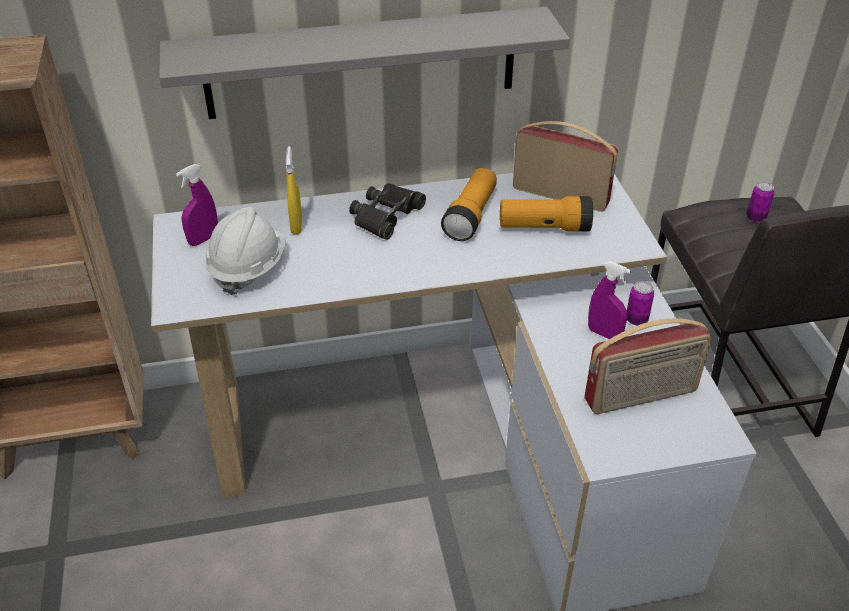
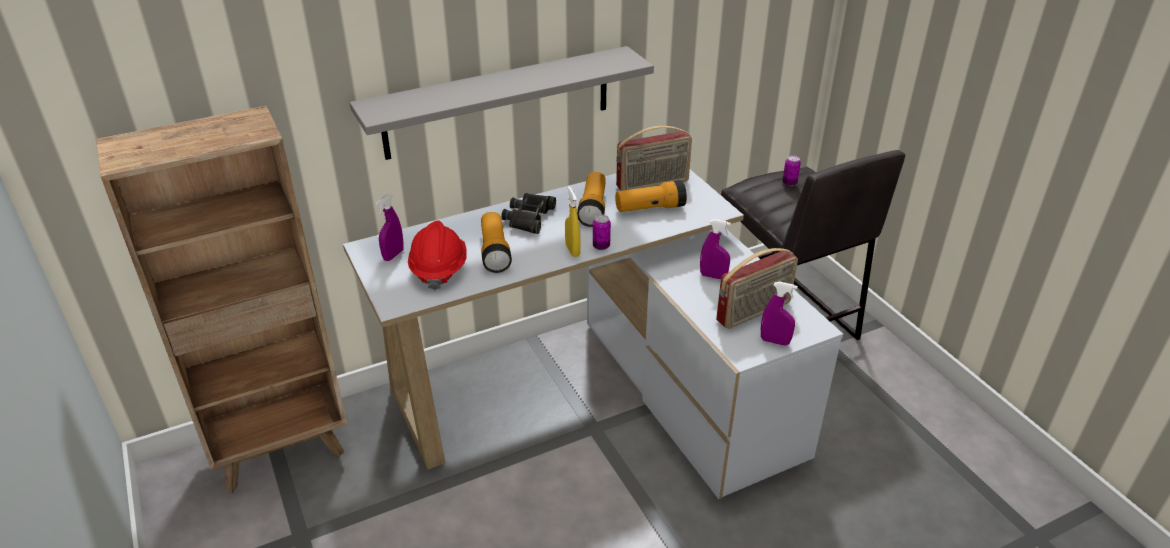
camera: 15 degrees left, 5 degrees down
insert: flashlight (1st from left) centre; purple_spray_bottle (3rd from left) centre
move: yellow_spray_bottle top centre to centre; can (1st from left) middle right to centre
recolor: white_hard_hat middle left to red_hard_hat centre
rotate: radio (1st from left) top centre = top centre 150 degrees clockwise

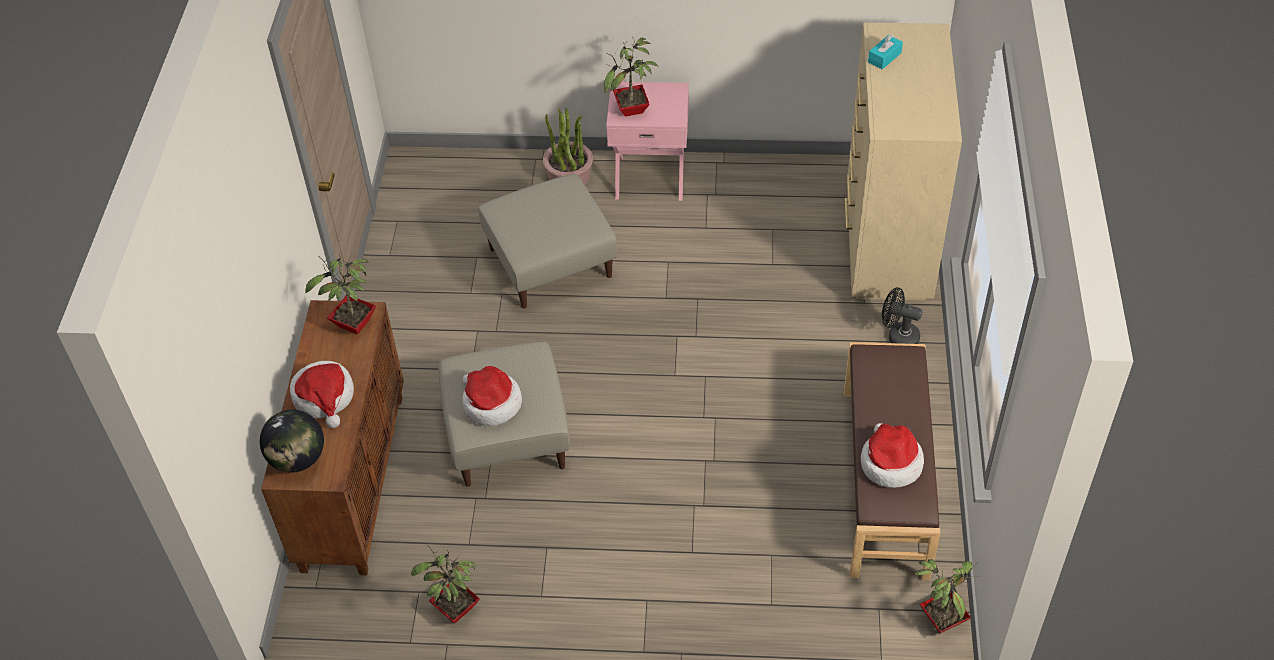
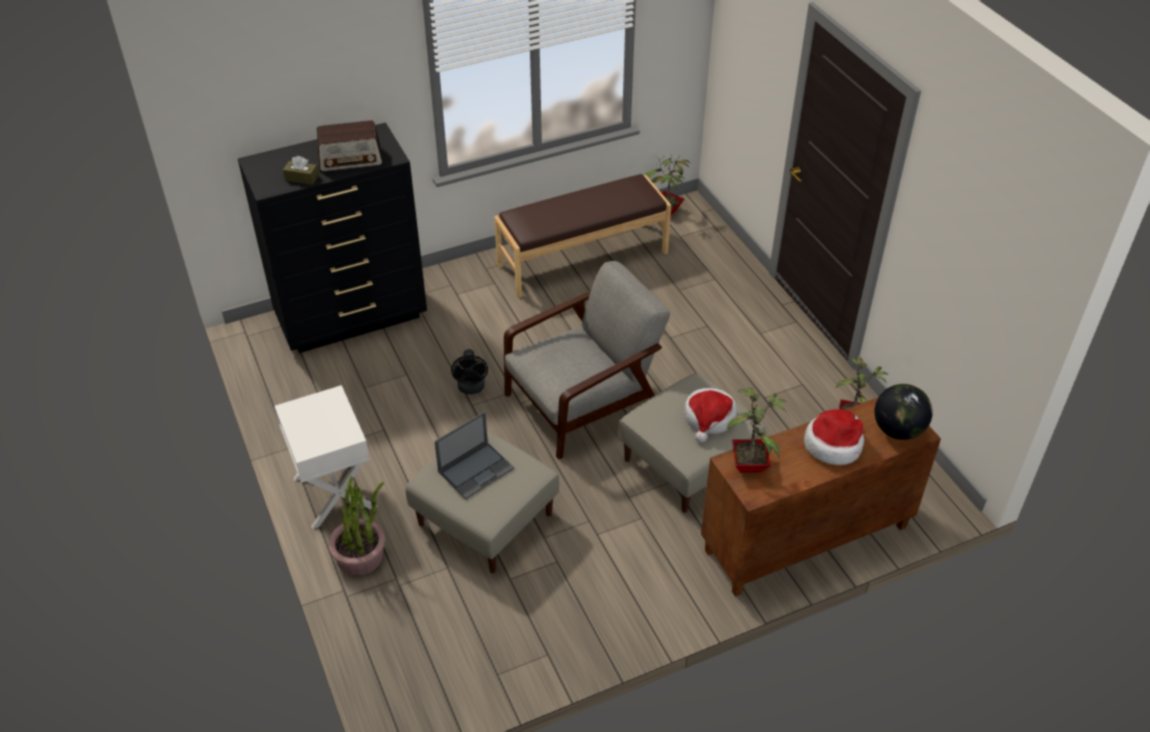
camera: 120 degrees left, 5 degrees down
delete: potted_plant (4th from left) top centre; hat (3rd from left) bottom right
insert: radio top left; laptop centre; grey_armchair centre
move: black_fan middle right to centre
recolor: beige_dresser top right to black_dresser top left; pink_nightstand top centre to white_nightstand middle left; turquoise_tissue_box top right to brown_tissue_box top left

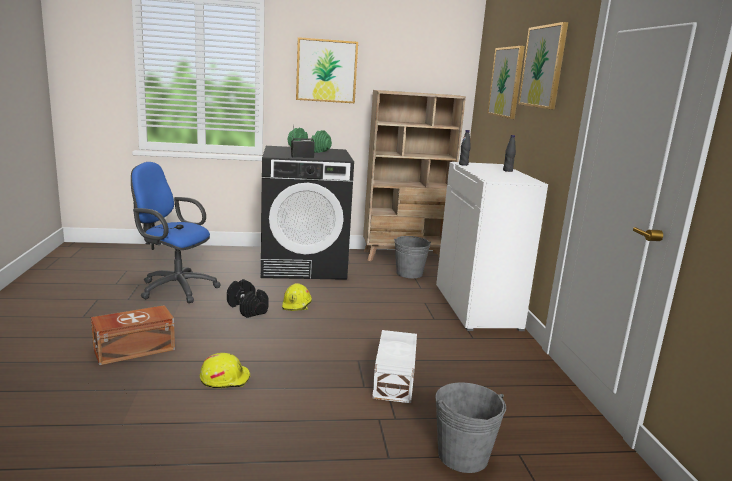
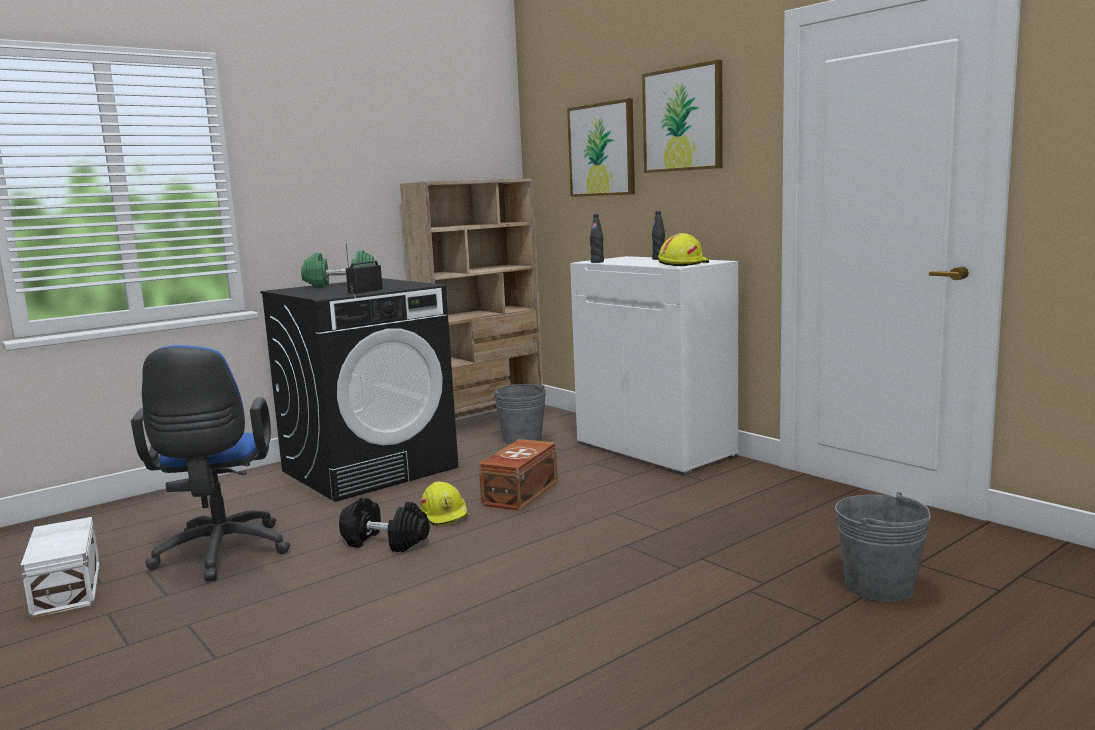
camera: 30 degrees left, 5 degrees down
delete: picture (1st from left) top centre
move: white_storage_box bottom centre to bottom left; brown_storage_box bottom left to centre; yellow_hard_hat (1st from left in the first image) bottom left to yellow_hard_hat (2nd from left) centre
rotate: blue_office_chair middle left = middle left 90 degrees counterclockwise

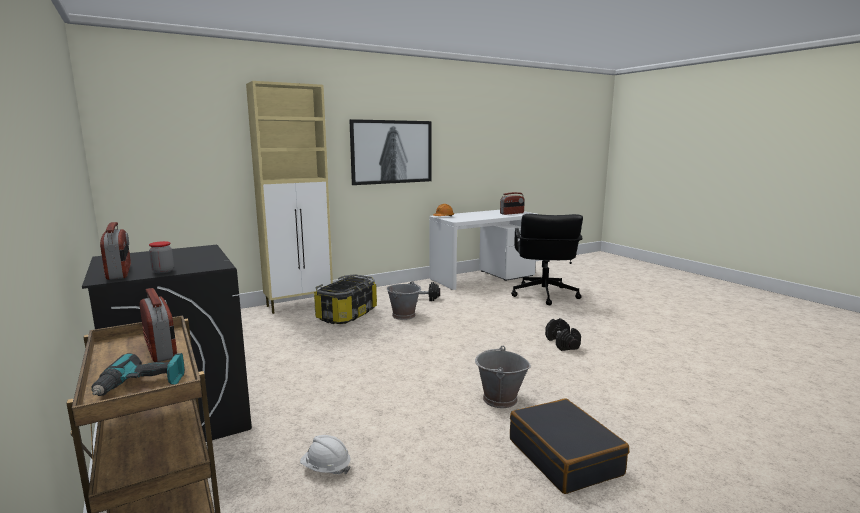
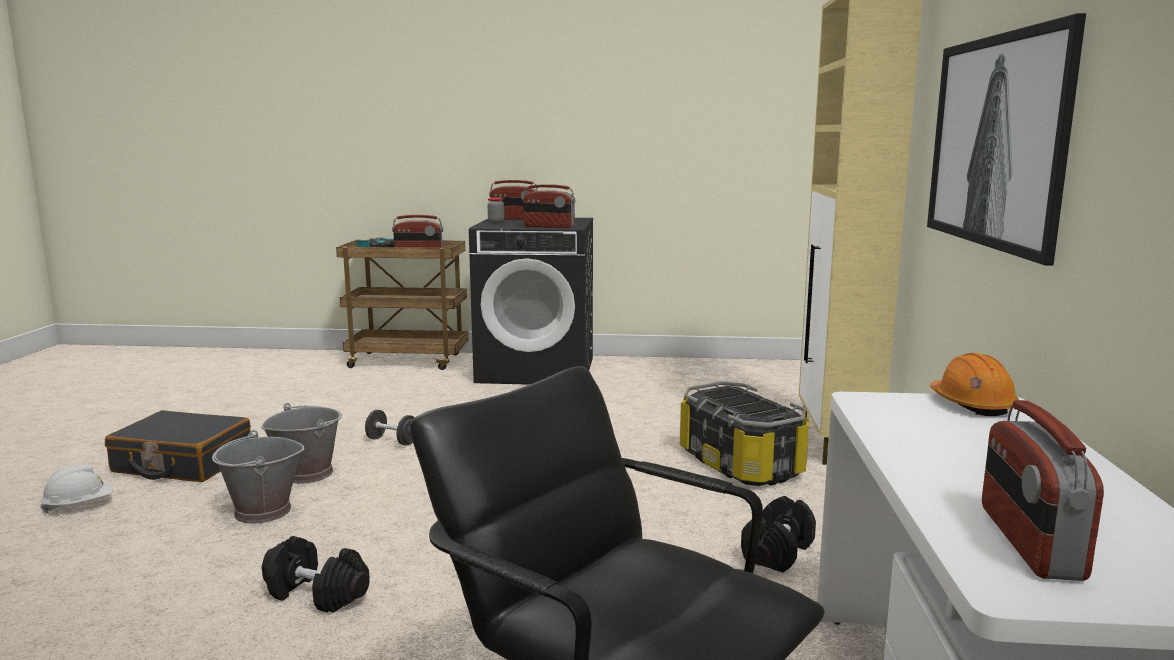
camera: 125 degrees right, 0 degrees up
insert: black_dumbbell (2nd from left) middle left; radio (3rd from left) top centre
move: white_hard_hat bottom centre to bottom left; grey_bucket (1st from left) centre to bottom left

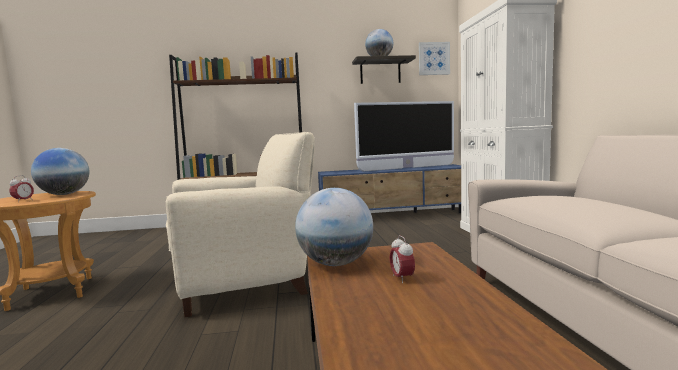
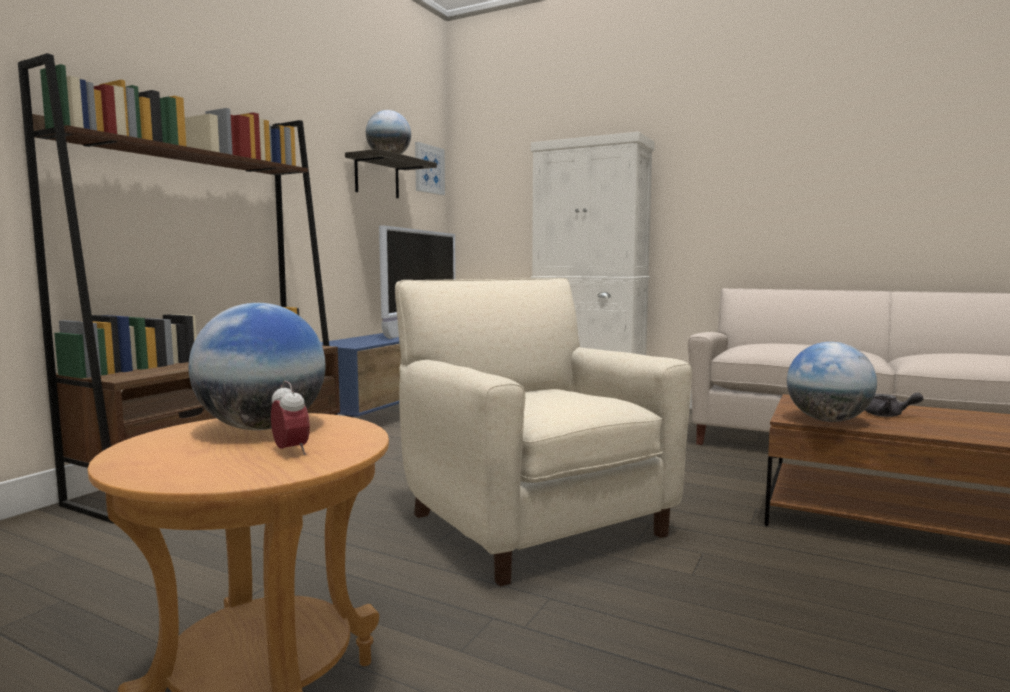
camera: 55 degrees left, 0 degrees up
replace: alarm_clock (2nd from left) bottom centre to grey_teapot middle right
rotate: beige_armchair centre = centre 45 degrees counterclockwise

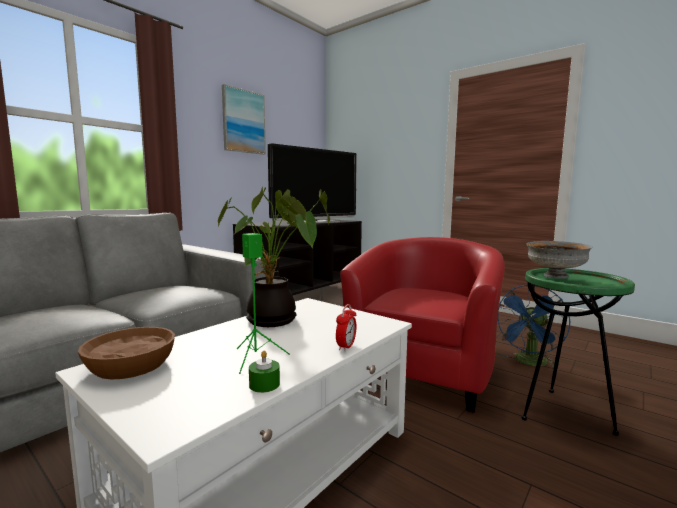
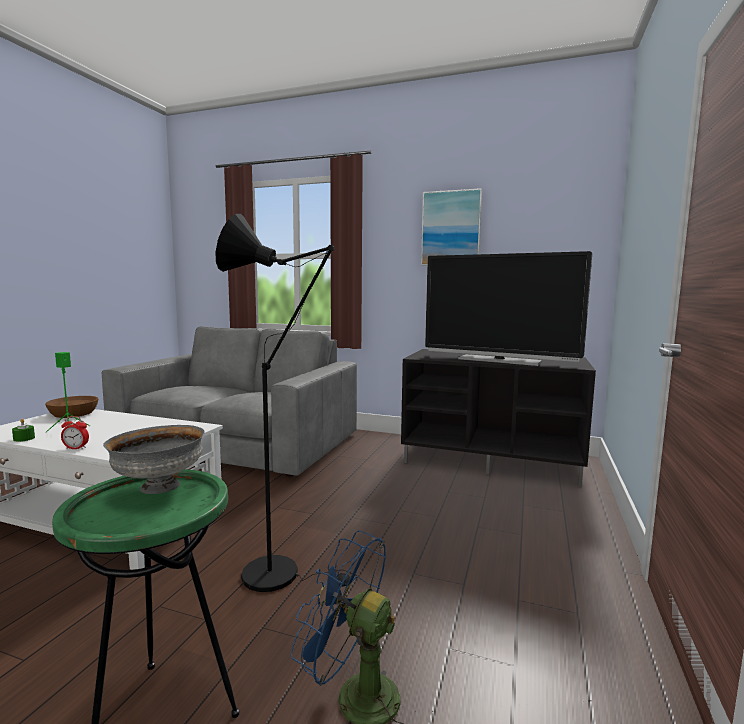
camera: 70 degrees right, 0 degrees up
delete: potted_plant centre
replace: red_armchair centre to black_floor_lamp centre

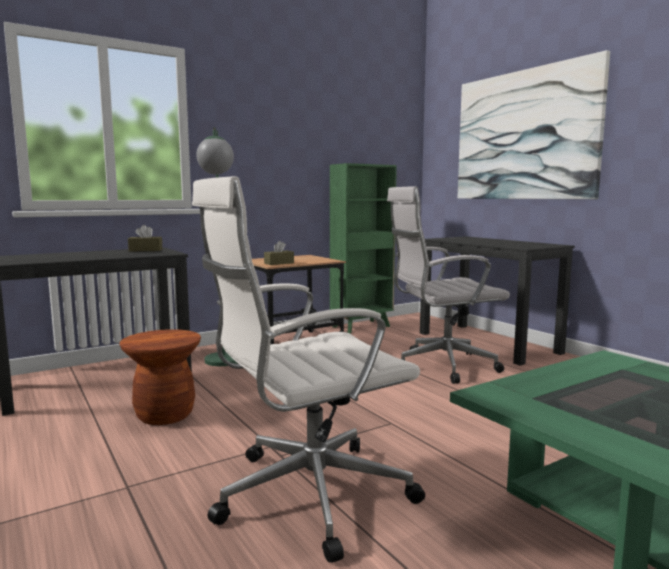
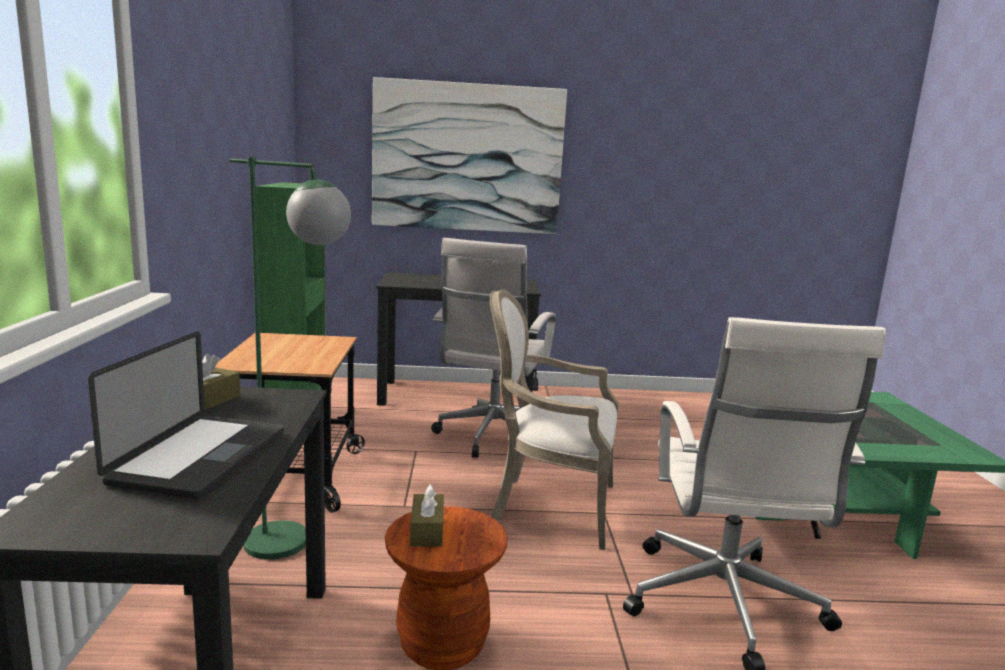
camera: 60 degrees left, 5 degrees up
insert: laptop middle left; armchair centre
move: brown_tissue_box (2nd from left) centre to bottom centre

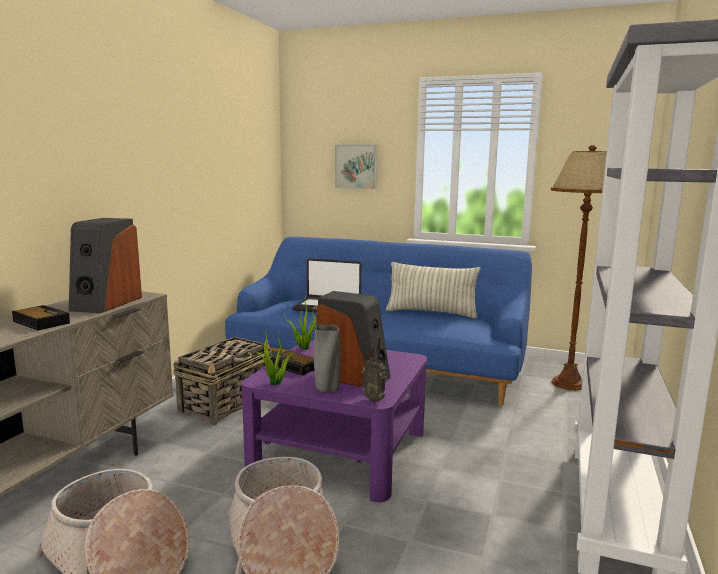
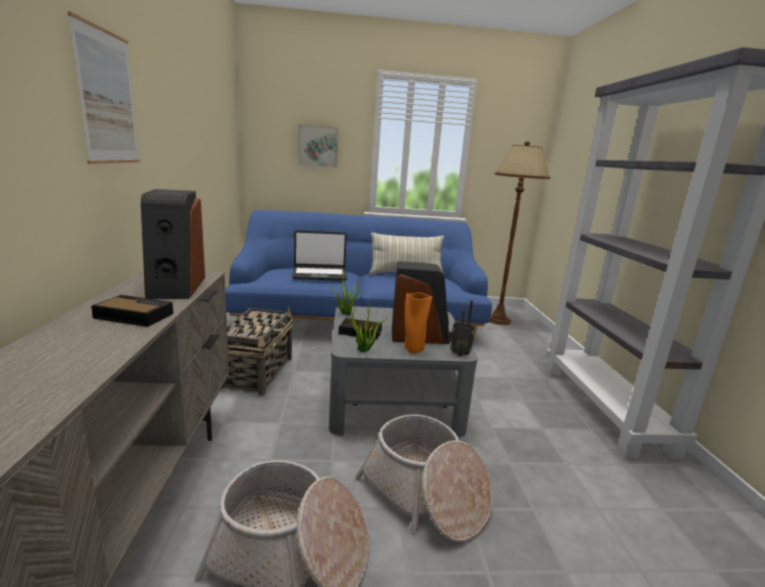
camera: 25 degrees left, 5 degrees up
insert: picture (1st from left) top left
recolor: purple_coffee_table bottom centre to grey_coffee_table centre; grey_vase centre to orange_vase centre

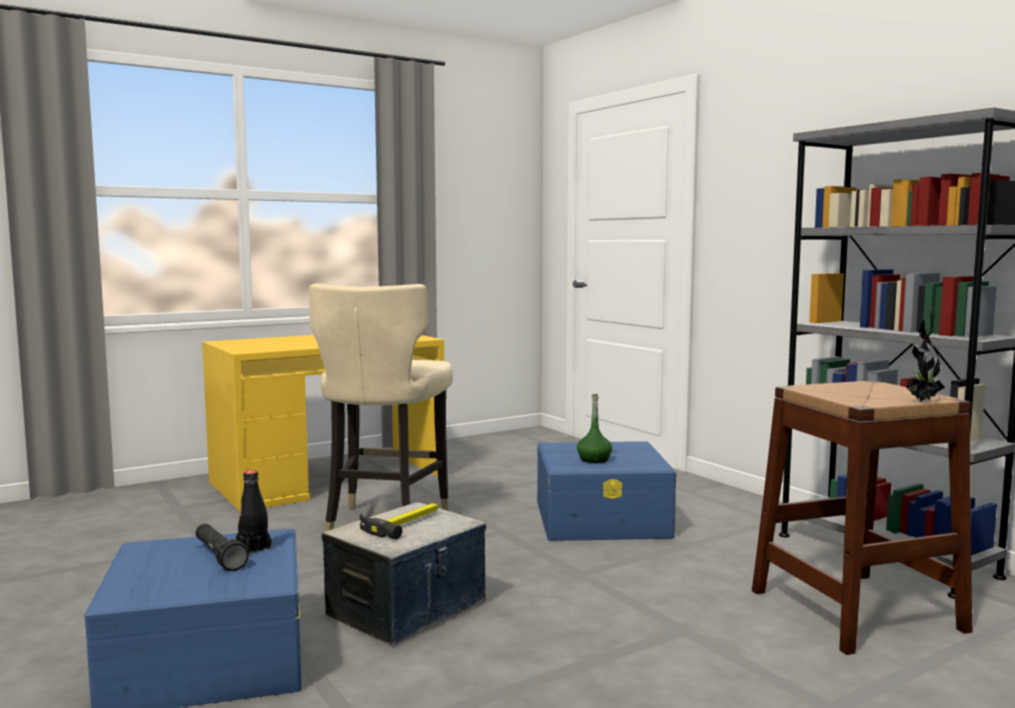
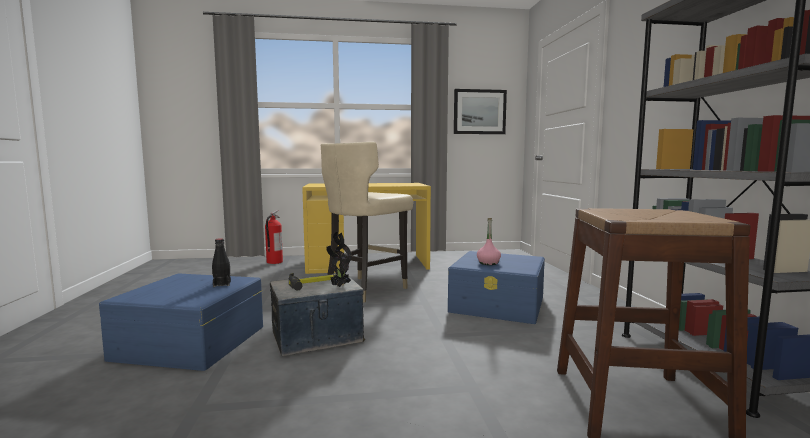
camera: 25 degrees right, 0 degrees up
delete: black_flashlight bottom left
insert: fire_extinguisher centre; picture top centre
move: potted_plant middle right to centre
recolor: green_bottle centre to pink_bottle centre

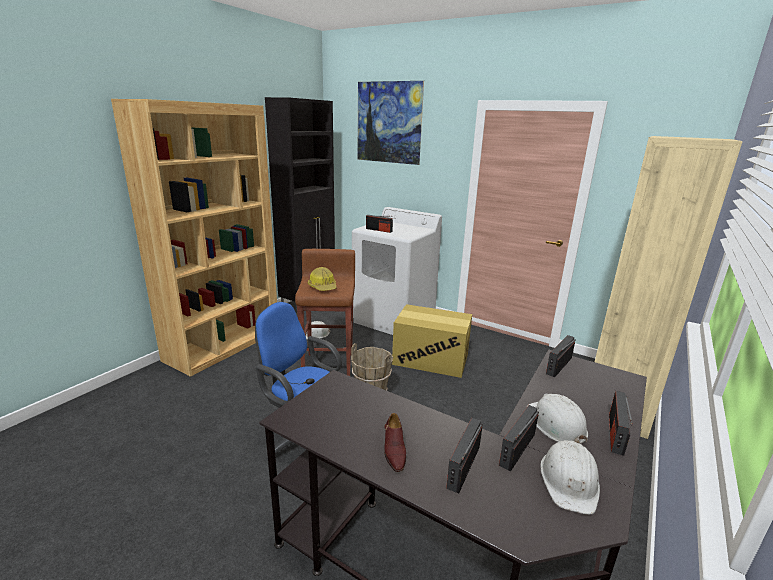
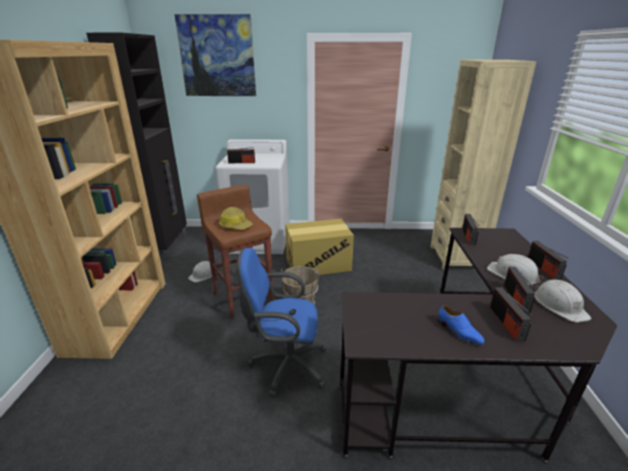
camera: 30 degrees left, 5 degrees up
recolor: brown_shoe bottom centre to blue_shoe bottom right

